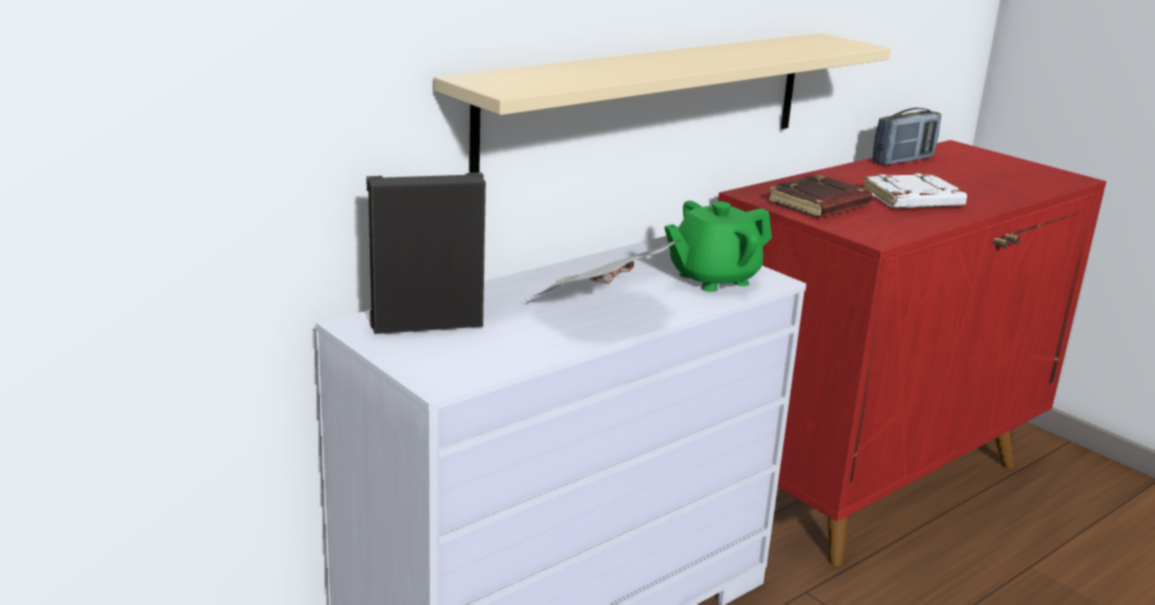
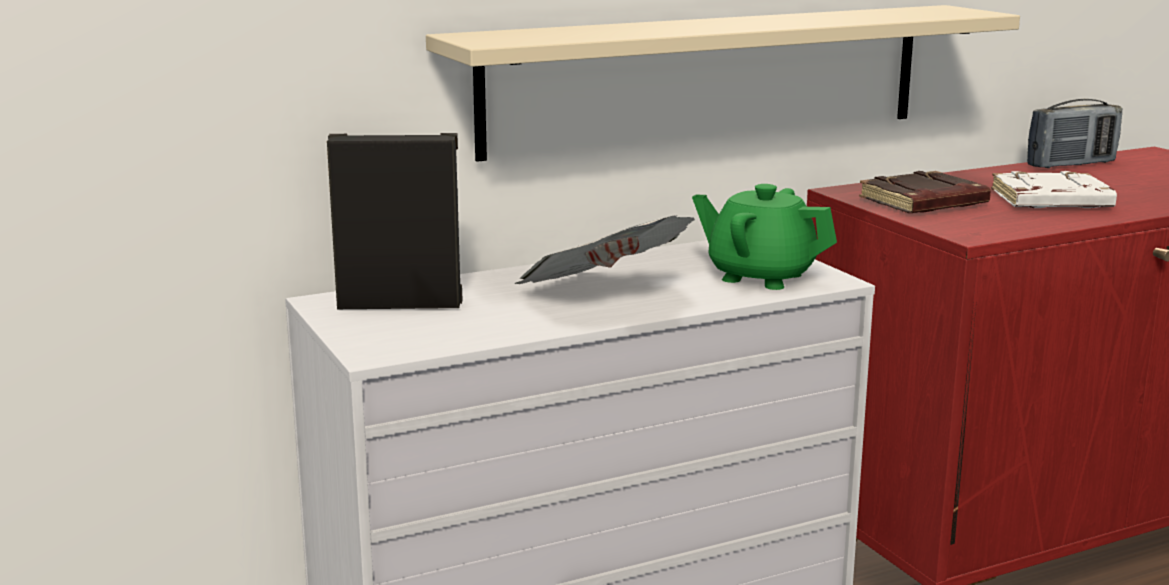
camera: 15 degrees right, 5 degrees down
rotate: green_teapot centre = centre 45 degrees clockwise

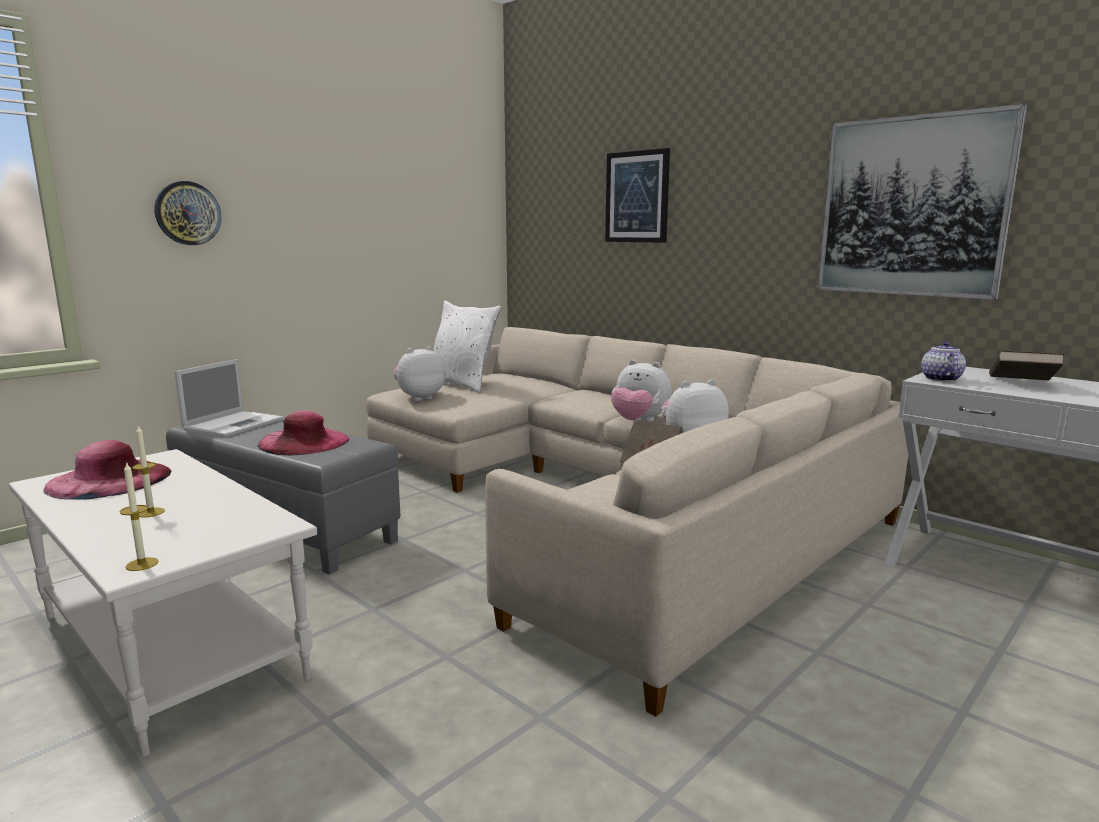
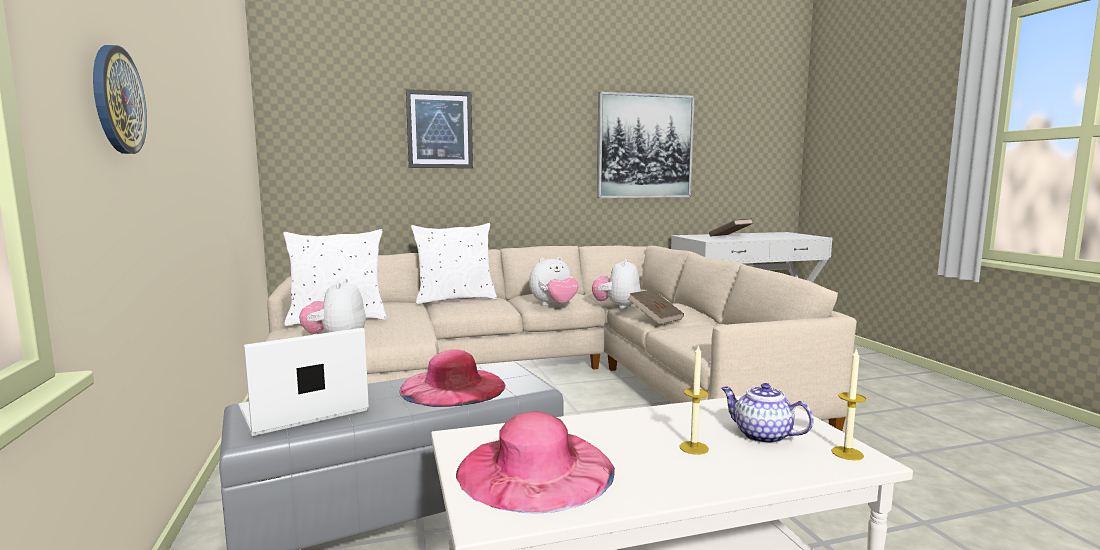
camera: 60 degrees left, 5 degrees down
insert: white_pillow (2nd from left) centre
move: teapot middle right to bottom right
rotate: laptop middle left = bottom left 90 degrees counterclockwise

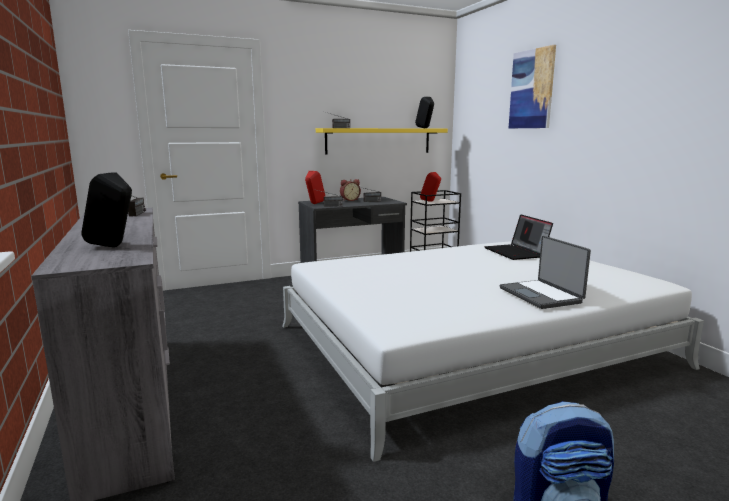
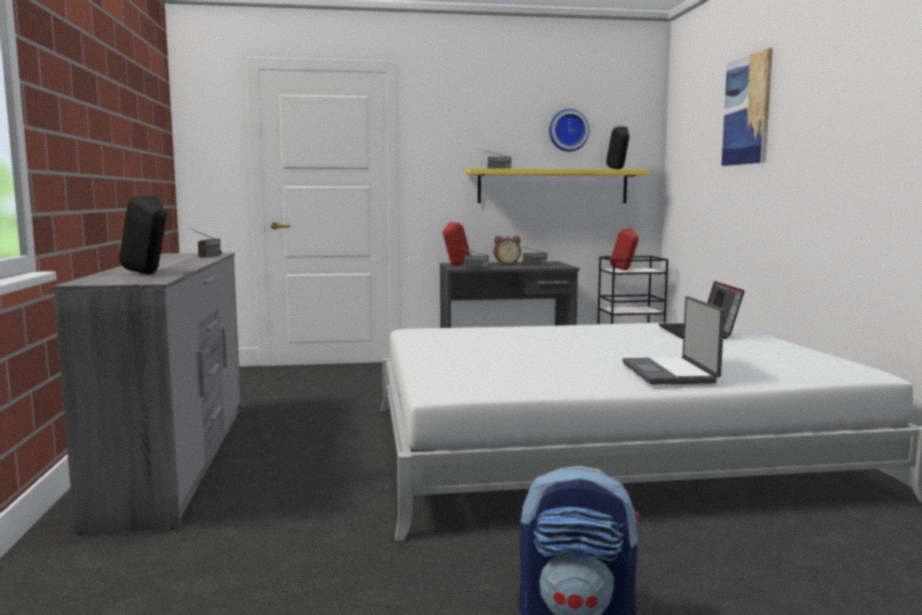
camera: 15 degrees right, 5 degrees down
insert: wall_clock top centre

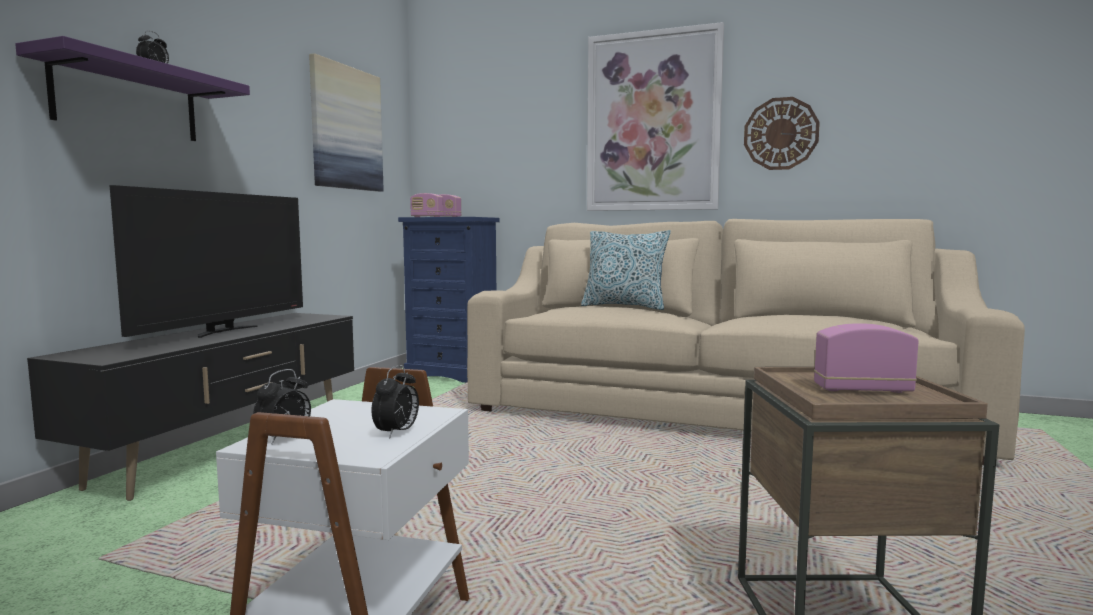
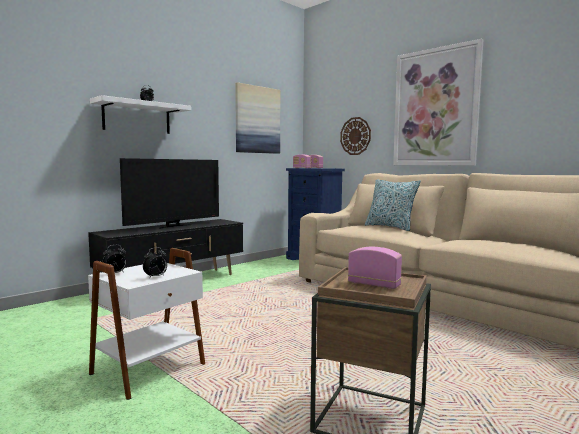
camera: 25 degrees right, 0 degrees up
move: wall_clock top right to top centre
recolor: purple_shelf top left to white_shelf top left

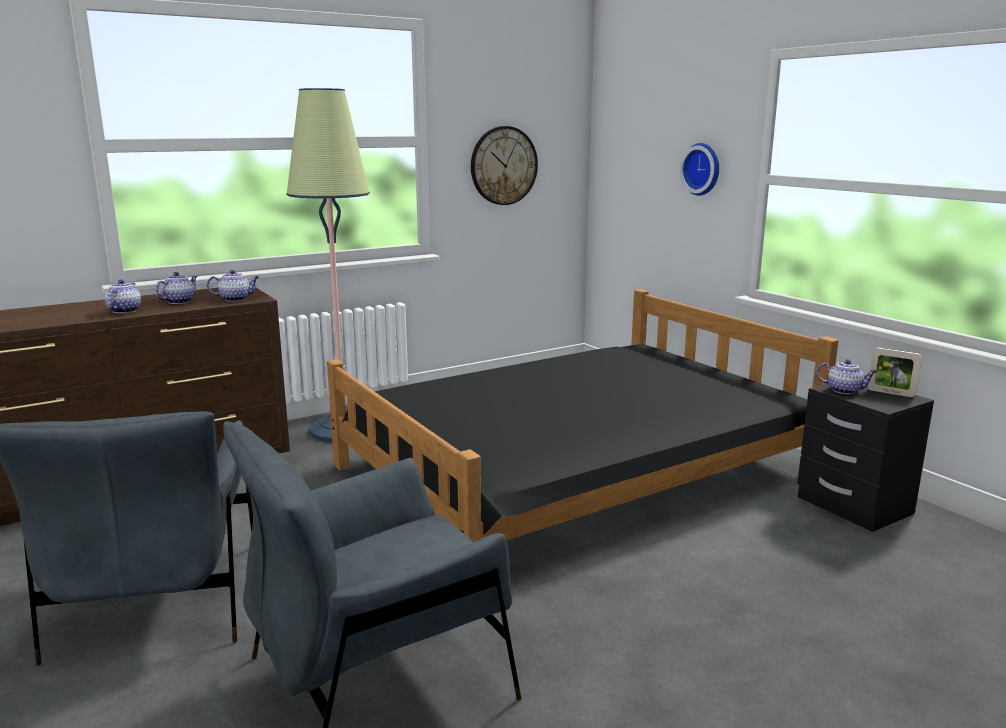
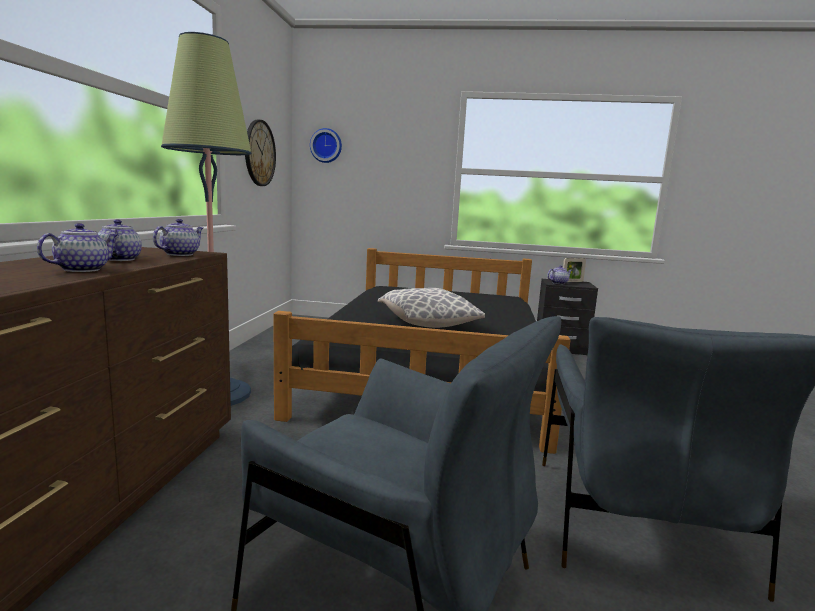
camera: 50 degrees left, 5 degrees down
insert: pillow centre
move: wall_clock (2nd from left) top right to top centre
rotate: teapot (1st from left) middle left = middle left 75 degrees clockwise

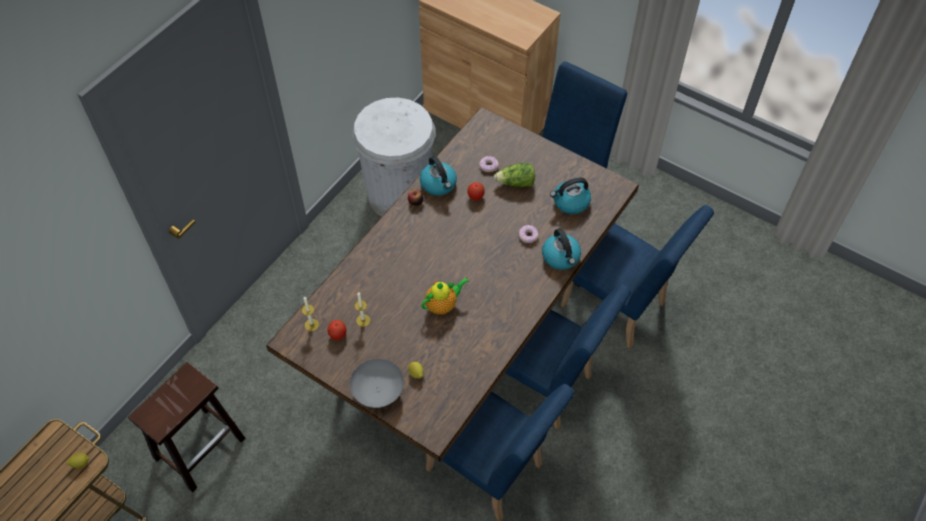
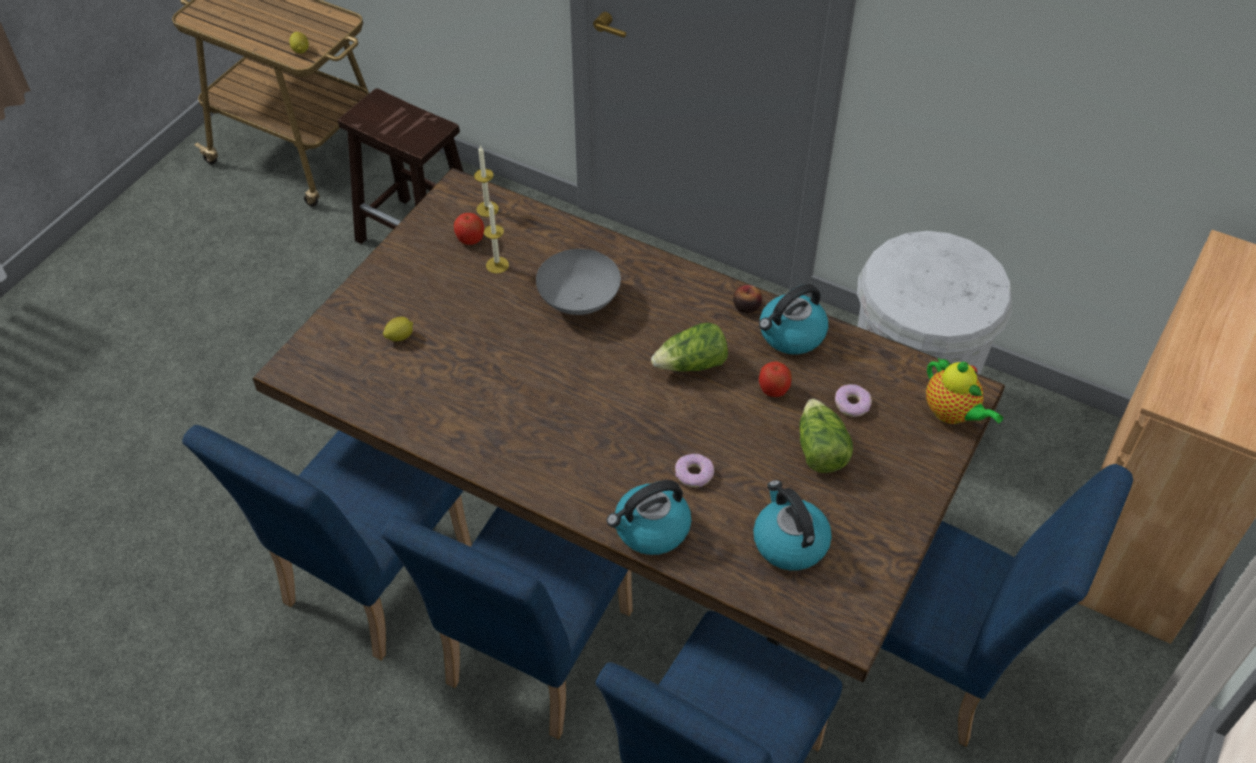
camera: 85 degrees right, 5 degrees down
insert: lettuce (1st from left) centre
move: grey_bowl bottom centre to centre; teapot centre to middle right

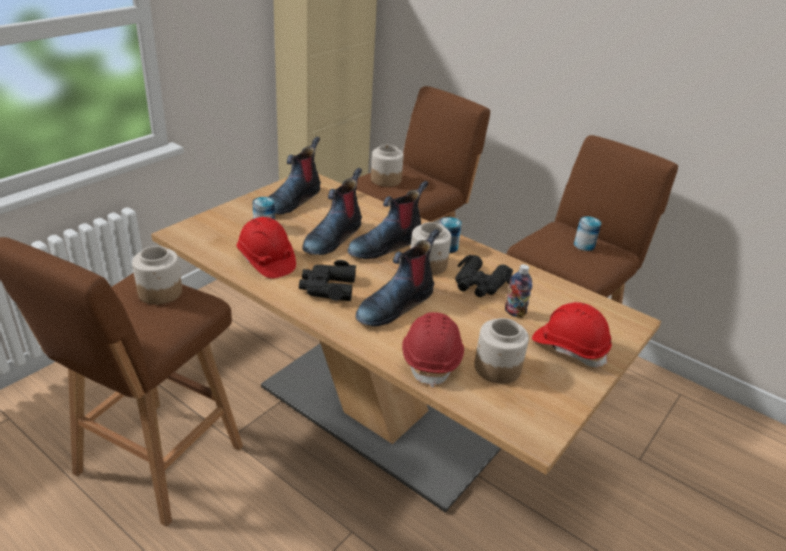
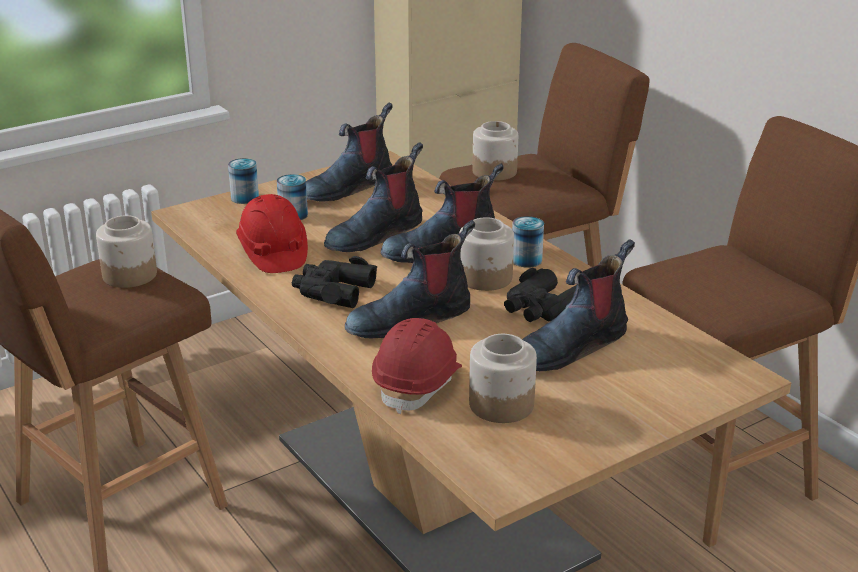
camera: 20 degrees right, 5 degrees down
delete: red_hard_hat (3rd from left) middle right
move: can (3rd from left in the first image) middle right to can (1st from left) top left
replace: bottle centre to boot (5th from left) middle right

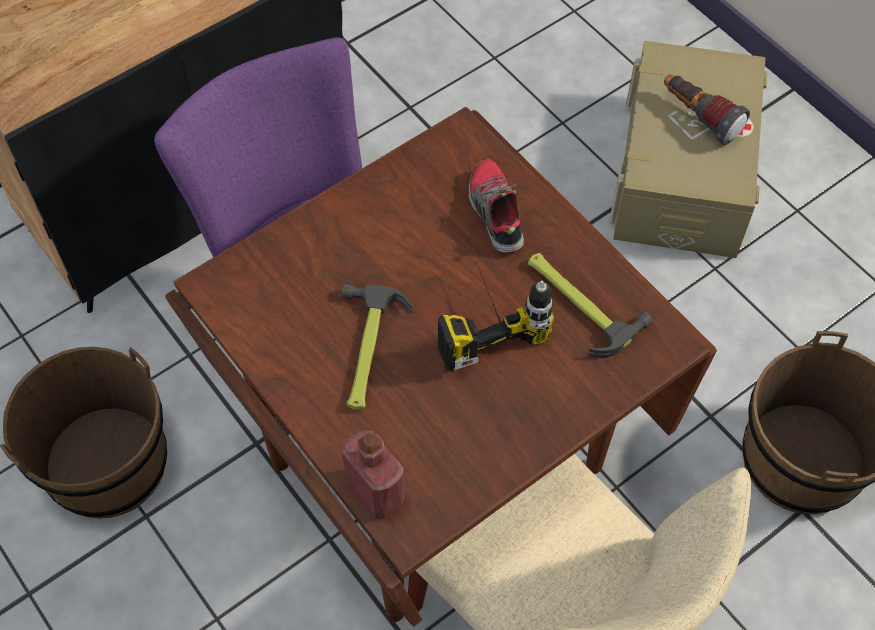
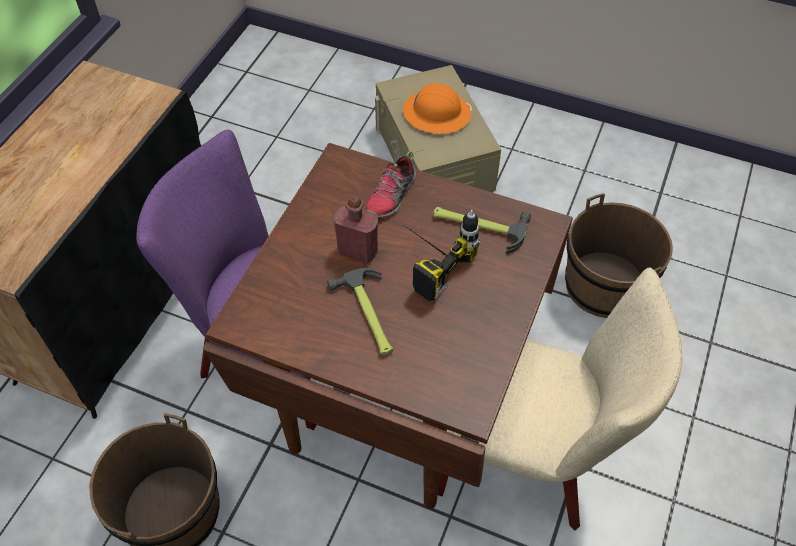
camera: 30 degrees left, 5 degrees down
move: red_bottle bottom centre to centre
replace: flashlight top right to orange_hard_hat top centre
rotate: shoe top centre = centre 105 degrees counterclockwise

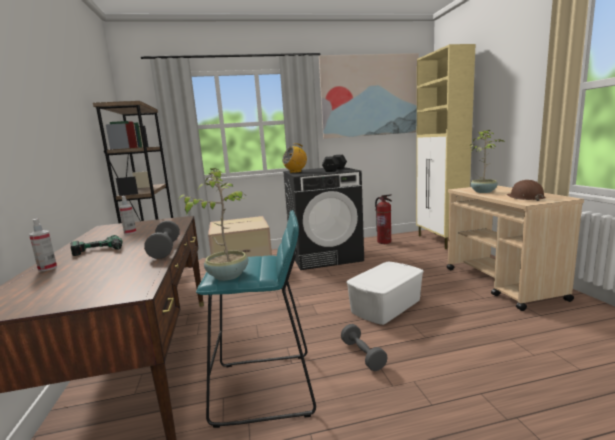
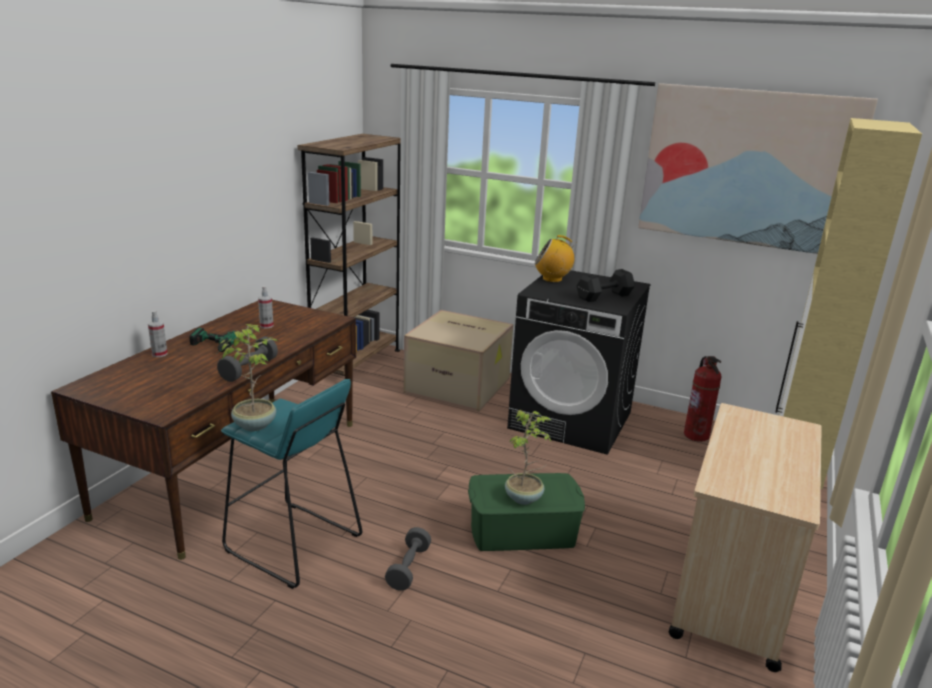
camera: 35 degrees right, 10 degrees up
delete: brown_hard_hat middle right
move: potted_plant (2nd from left) middle right to centre
recolor: white_storage_box centre to green_storage_box bottom centre

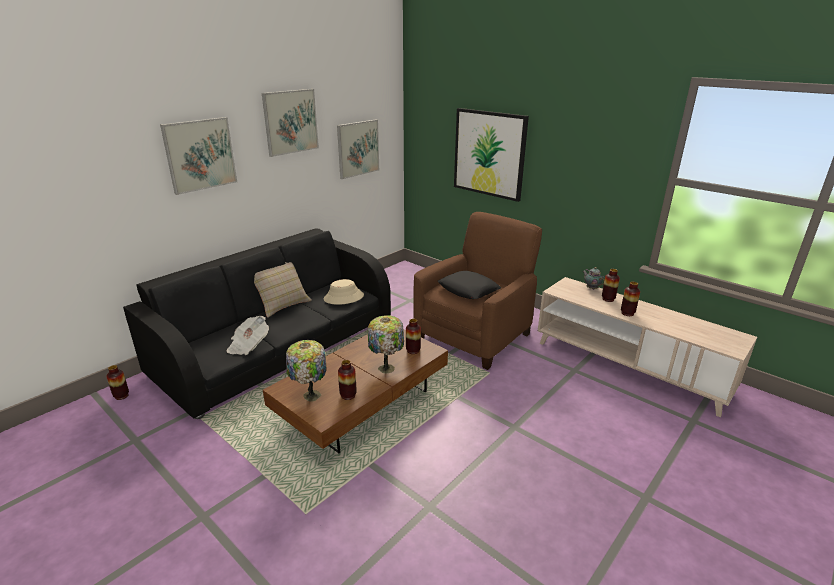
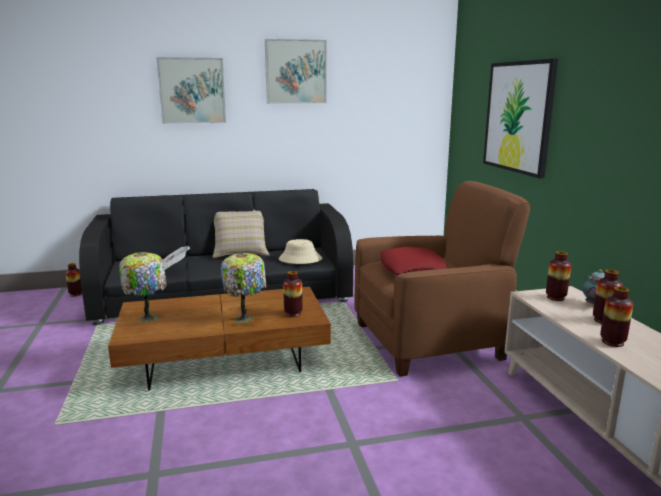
camera: 35 degrees right, 10 degrees down
delete: picture (3rd from left) top centre
move: vase (2nd from left in the first image) centre to vase (3rd from left) middle right
recolor: black_pillow centre to red_pillow centre

